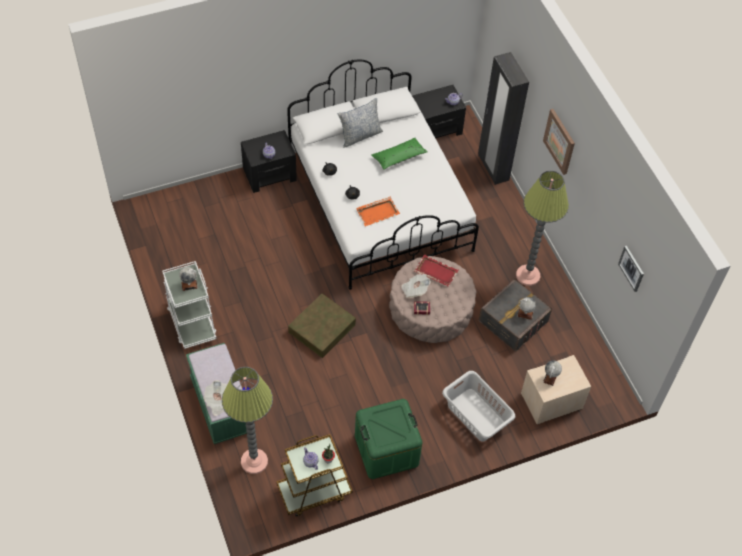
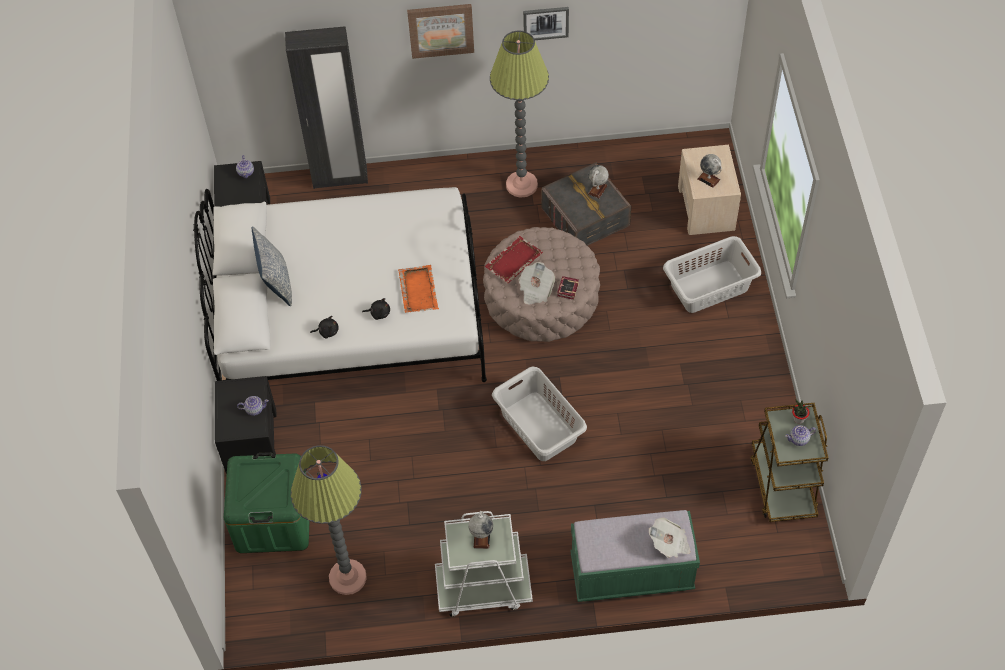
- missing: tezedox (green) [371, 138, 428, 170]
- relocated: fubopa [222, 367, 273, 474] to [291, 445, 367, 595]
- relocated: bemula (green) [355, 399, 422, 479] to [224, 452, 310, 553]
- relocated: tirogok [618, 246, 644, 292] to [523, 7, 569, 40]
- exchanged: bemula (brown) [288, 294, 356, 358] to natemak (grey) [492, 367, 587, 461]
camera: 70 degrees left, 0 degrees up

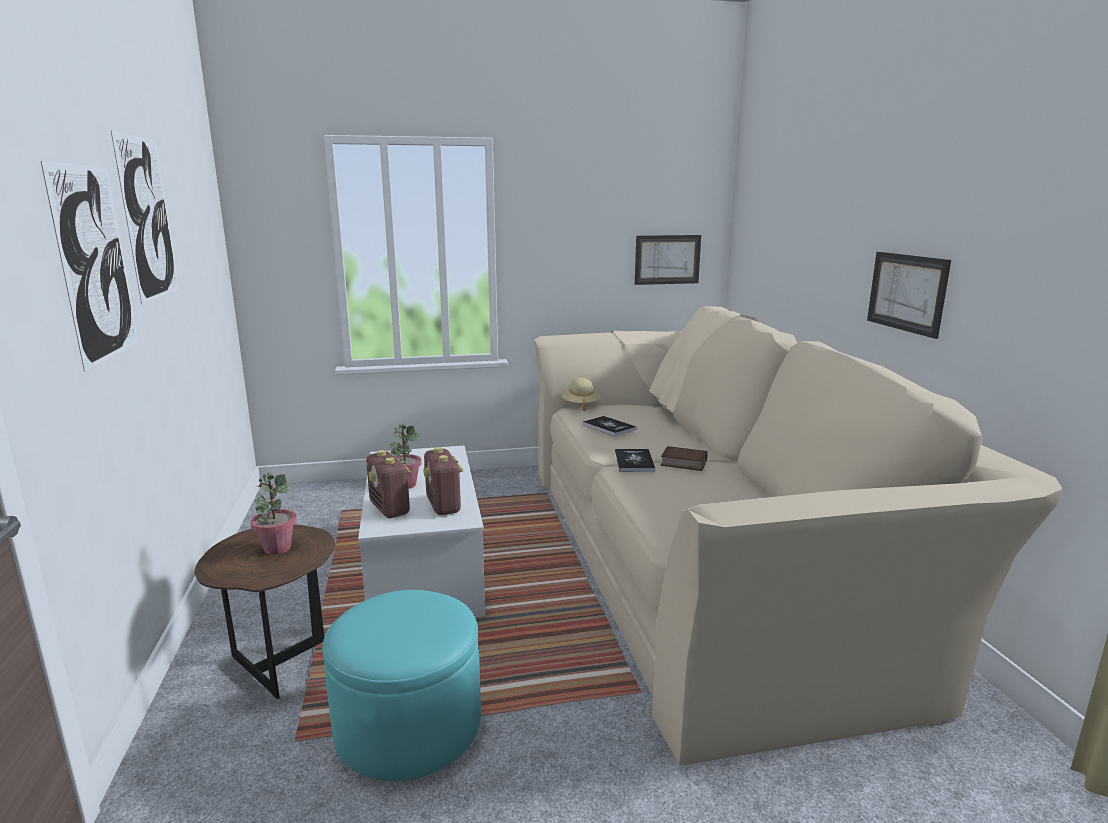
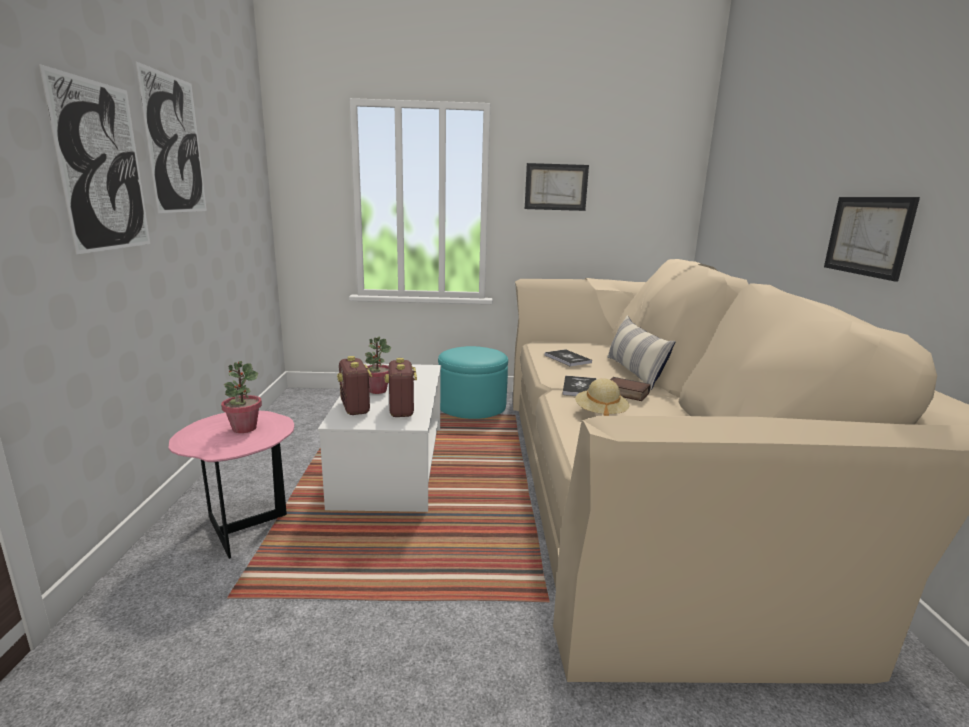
- appeared: tezedox [607, 315, 675, 390]
- relocated: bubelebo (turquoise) [322, 590, 481, 781] to [438, 346, 508, 419]
- relocated: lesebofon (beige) [561, 378, 601, 411] to [575, 378, 629, 416]
- relocated: tirogok [635, 235, 701, 285] to [525, 163, 589, 211]
- colour: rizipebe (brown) [194, 524, 335, 699] to rizipebe (pink) [169, 411, 294, 559]
camera: 10 degrees right, 0 degrees up

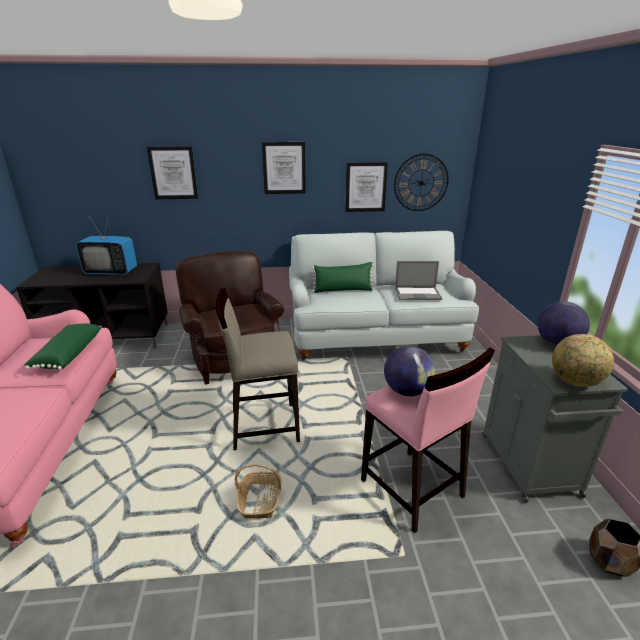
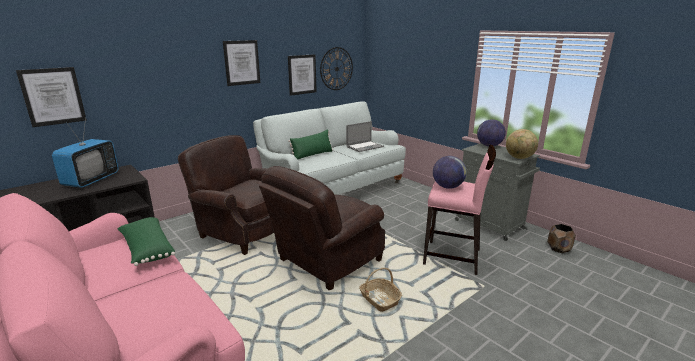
- relocated: tirogok [147, 146, 198, 199] to [16, 67, 87, 127]
- exchanged: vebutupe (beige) [216, 288, 300, 450] to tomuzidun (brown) [259, 166, 385, 290]
- spun: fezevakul [76, 215, 137, 275] = [52, 117, 119, 188] 45 degrees counterclockwise
camera: 35 degrees left, 5 degrees down

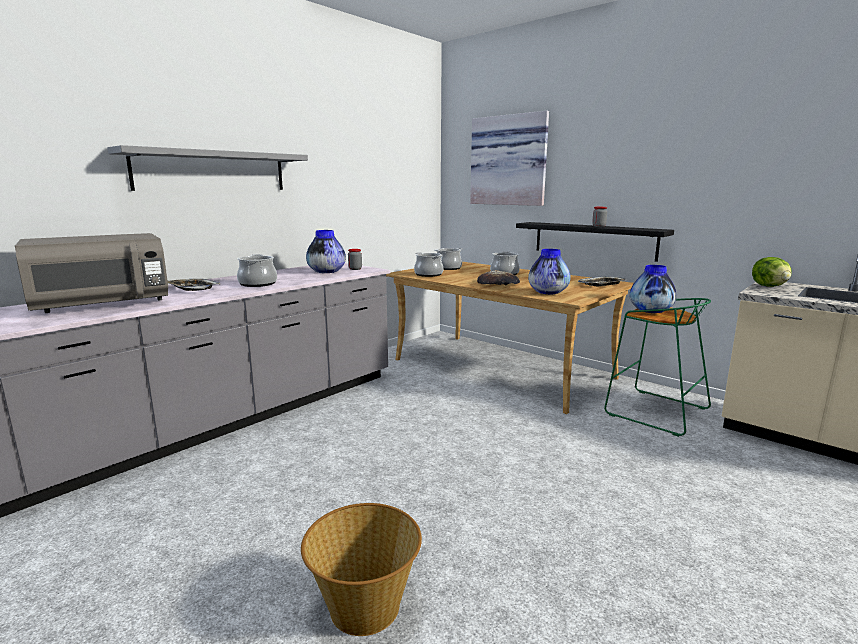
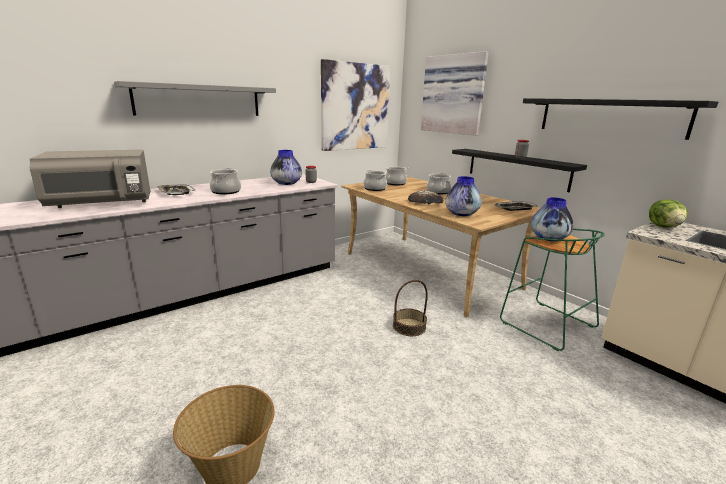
- appeared: tirogok [321, 59, 390, 151]
- appeared: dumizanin [393, 280, 428, 336]
- appeared: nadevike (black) [523, 98, 718, 140]
camera: 10 degrees right, 5 degrees up

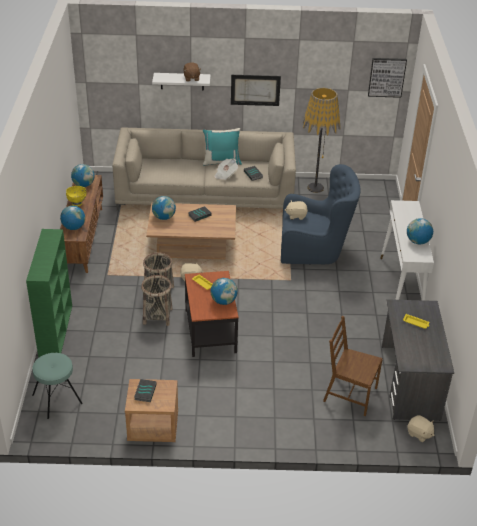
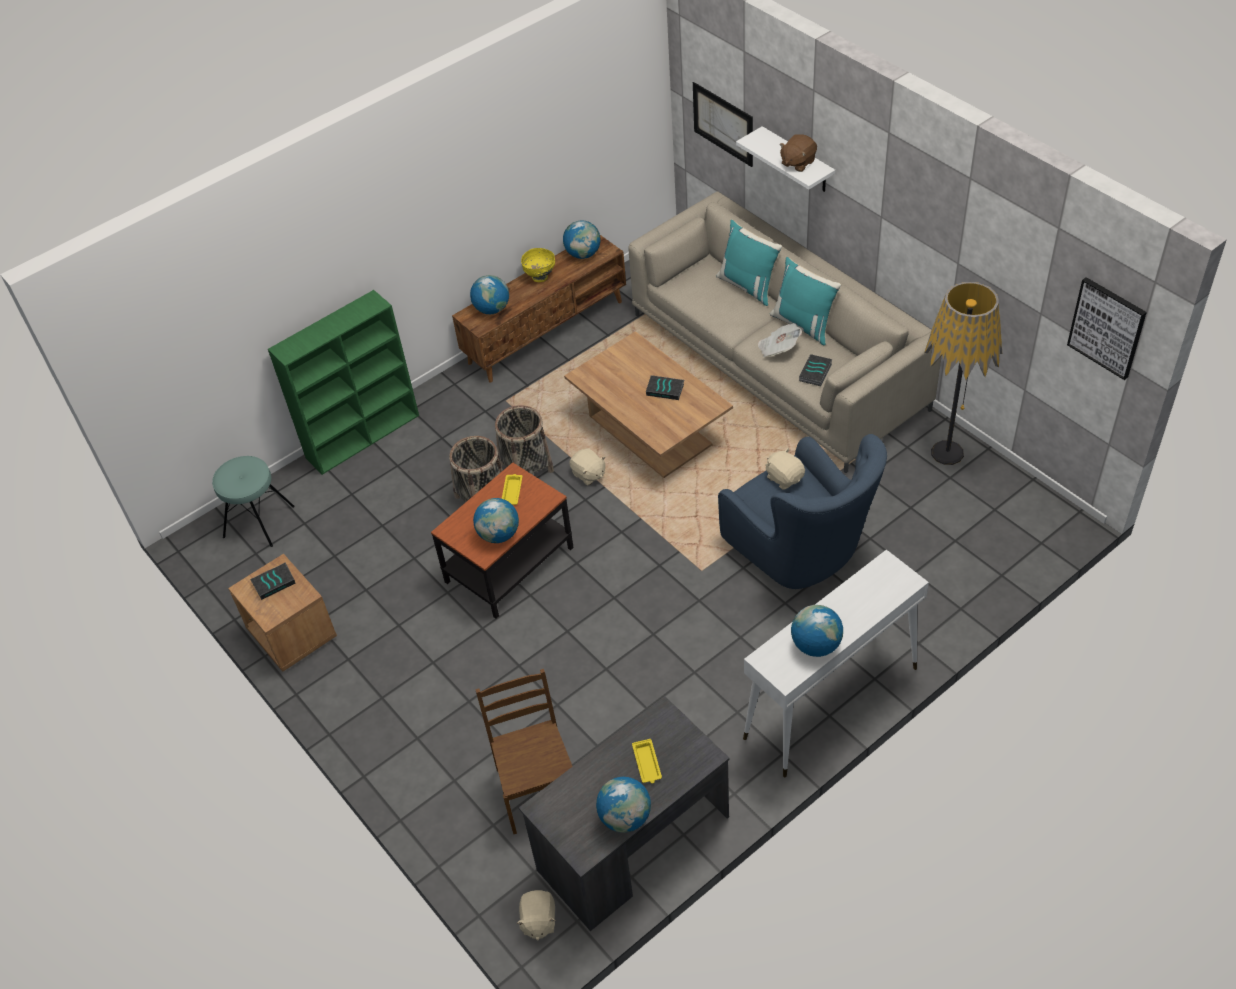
- appeared: tezedox (turquoise) [716, 220, 782, 306]
- relocated: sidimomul [152, 196, 176, 220] to [596, 777, 651, 833]
- relocated: tirogok [231, 75, 281, 106] to [693, 82, 753, 167]
camera: 55 degrees right, 10 degrees up

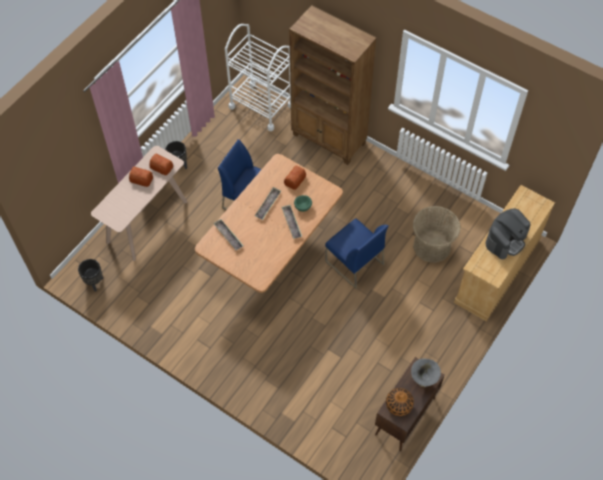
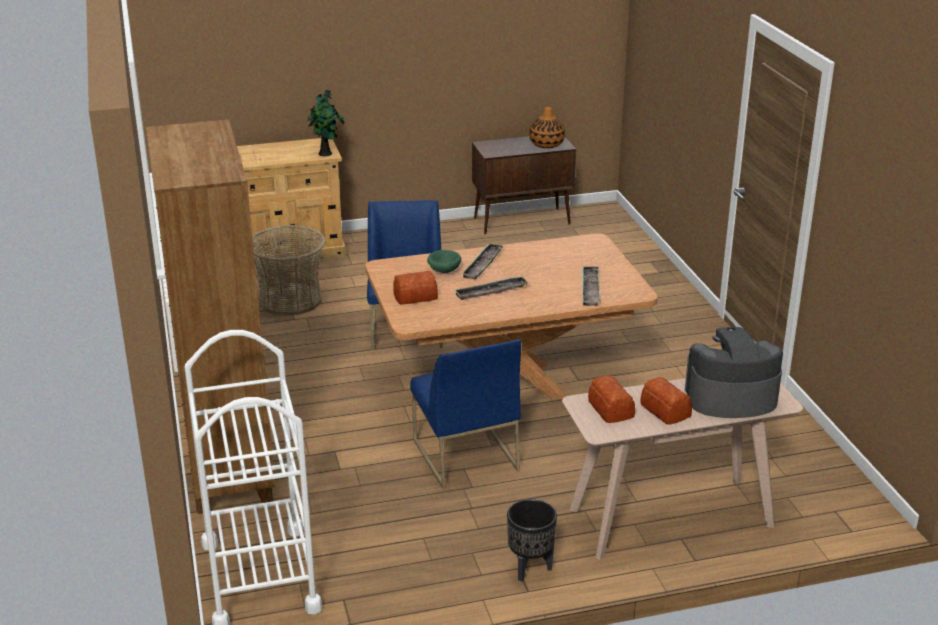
- missing: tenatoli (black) [78, 259, 103, 292]
- missing: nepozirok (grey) [411, 359, 441, 387]
- appeared: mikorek [307, 90, 344, 156]
- relocated: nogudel [485, 208, 530, 259] to [685, 327, 783, 418]
camera: 140 degrees left, 30 degrees down

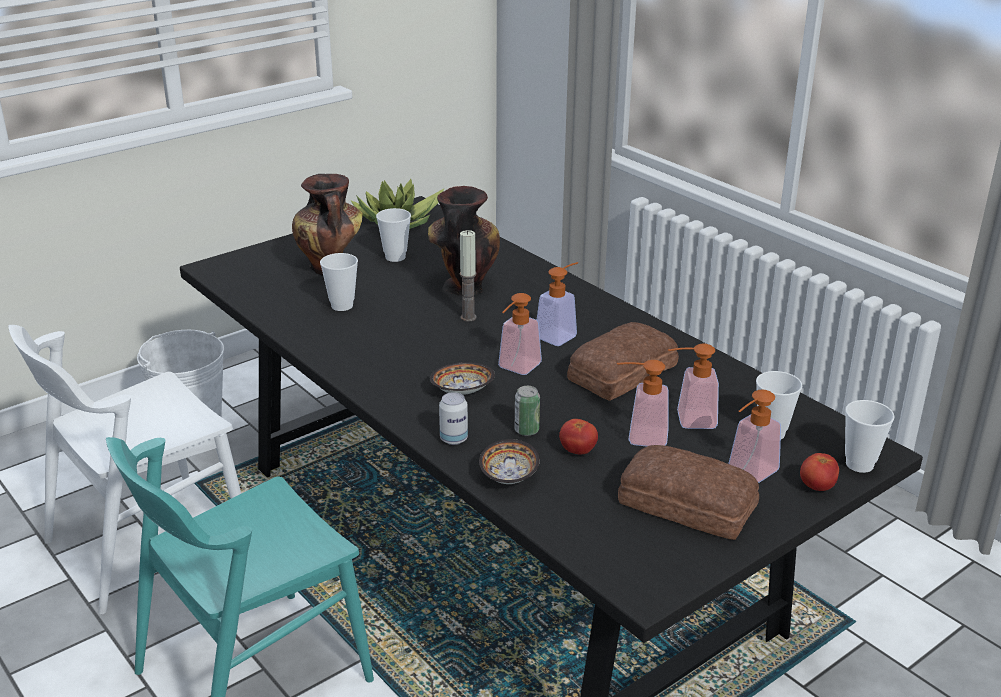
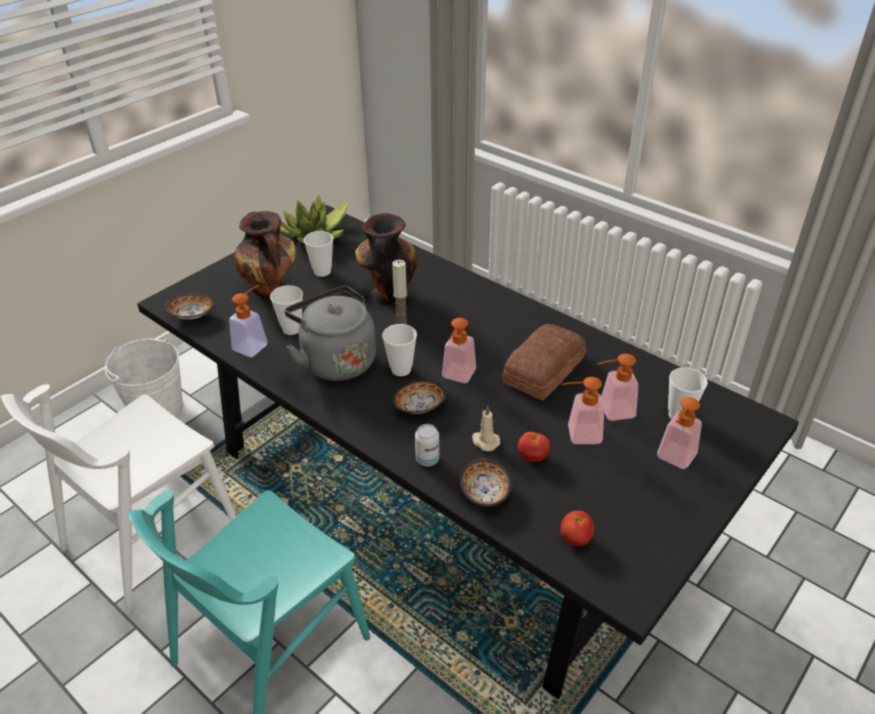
- missing: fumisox [618, 445, 759, 540]
- appeared: nepozirok [165, 293, 214, 319]
- appeared: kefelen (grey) [285, 286, 376, 381]
- relocated: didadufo [537, 262, 578, 346] to [229, 285, 268, 357]
- relocated: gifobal [800, 453, 839, 491] to [560, 511, 594, 546]
- relocated: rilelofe [845, 400, 895, 473] to [382, 324, 417, 376]
- exchanged: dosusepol [515, 386, 540, 436] to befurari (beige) [472, 406, 500, 451]
camera: 10 degrees left, 10 degrees up

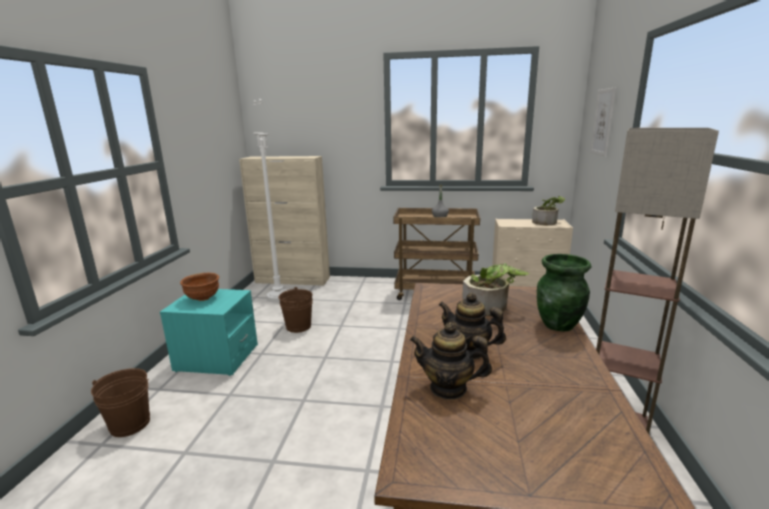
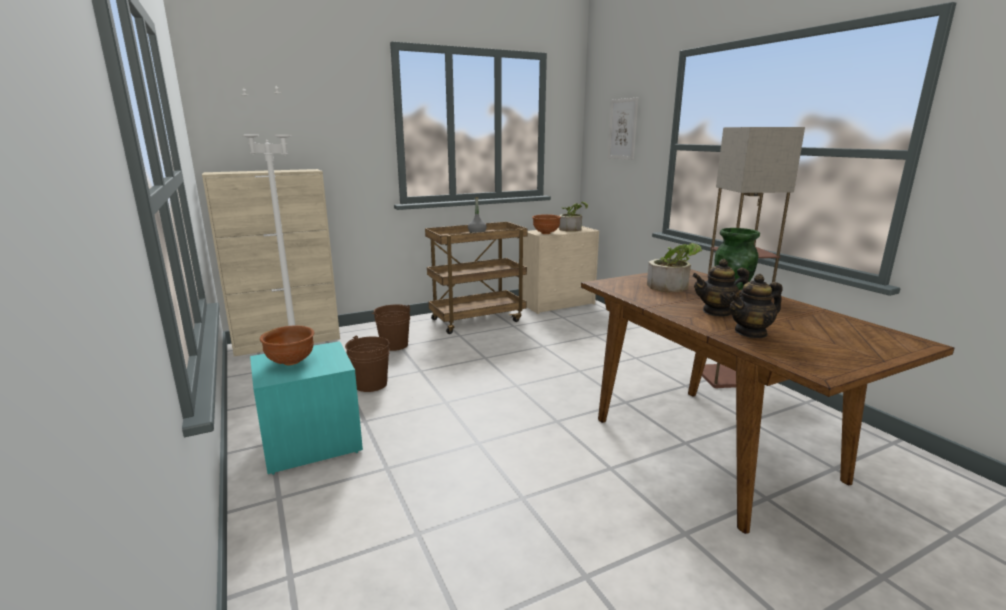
- appeared: nepozirok (brown) [532, 214, 561, 234]
- relocated: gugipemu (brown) [91, 368, 150, 437] to [372, 304, 410, 351]
camera: 35 degrees left, 0 degrees up

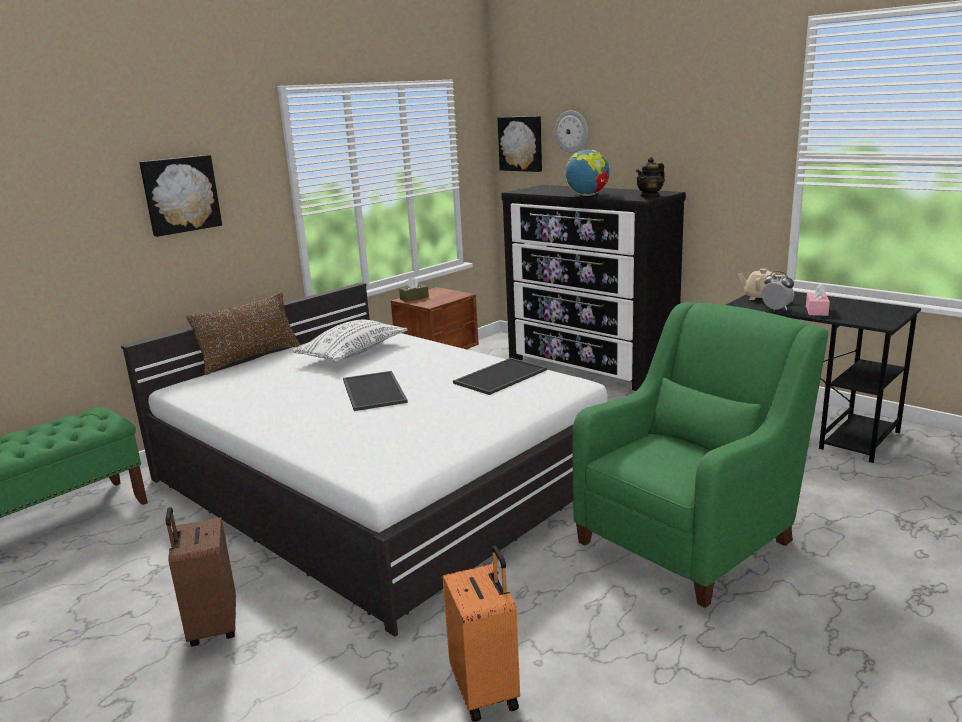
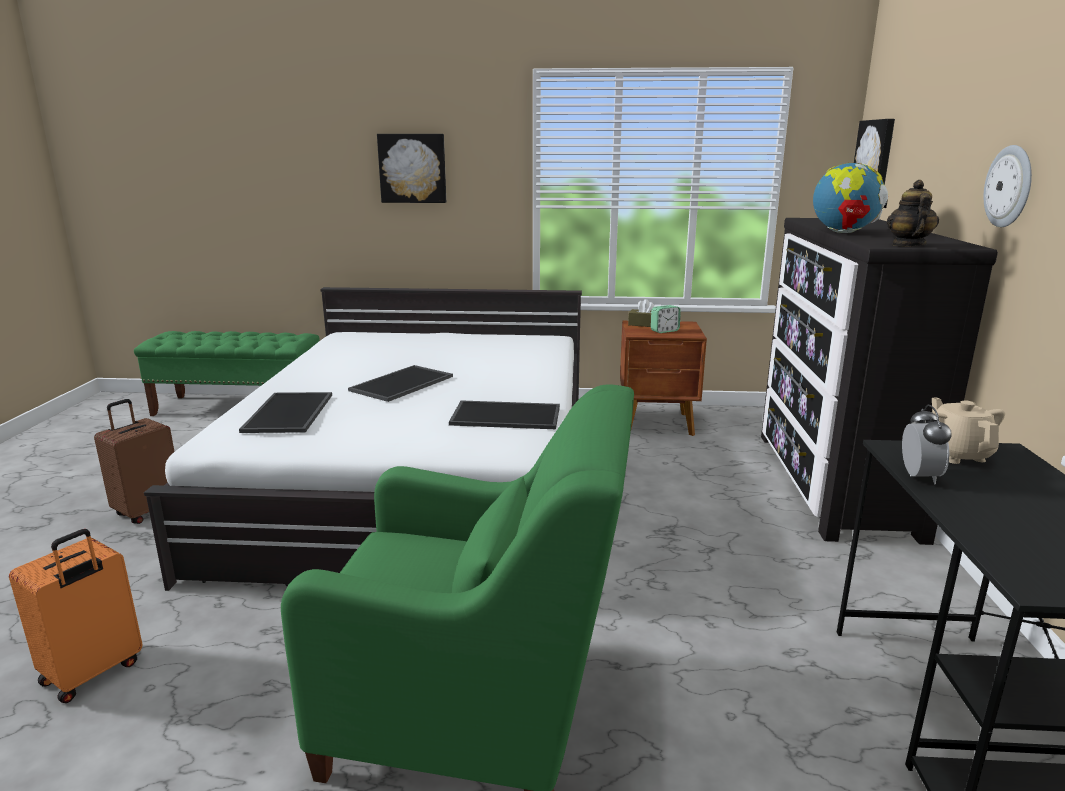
- missing: tezedox (brown) [186, 292, 300, 375]
- missing: tezedox (white) [292, 320, 407, 362]
- missing: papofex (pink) [806, 284, 830, 316]
- appeared: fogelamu [239, 392, 332, 433]
- appeared: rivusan [651, 305, 681, 333]
- relocated: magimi [555, 110, 588, 153] to [984, 145, 1032, 227]
- spun: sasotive [636, 157, 665, 198] = [887, 180, 939, 246] 90 degrees clockwise
camera: 50 degrees right, 0 degrees up

